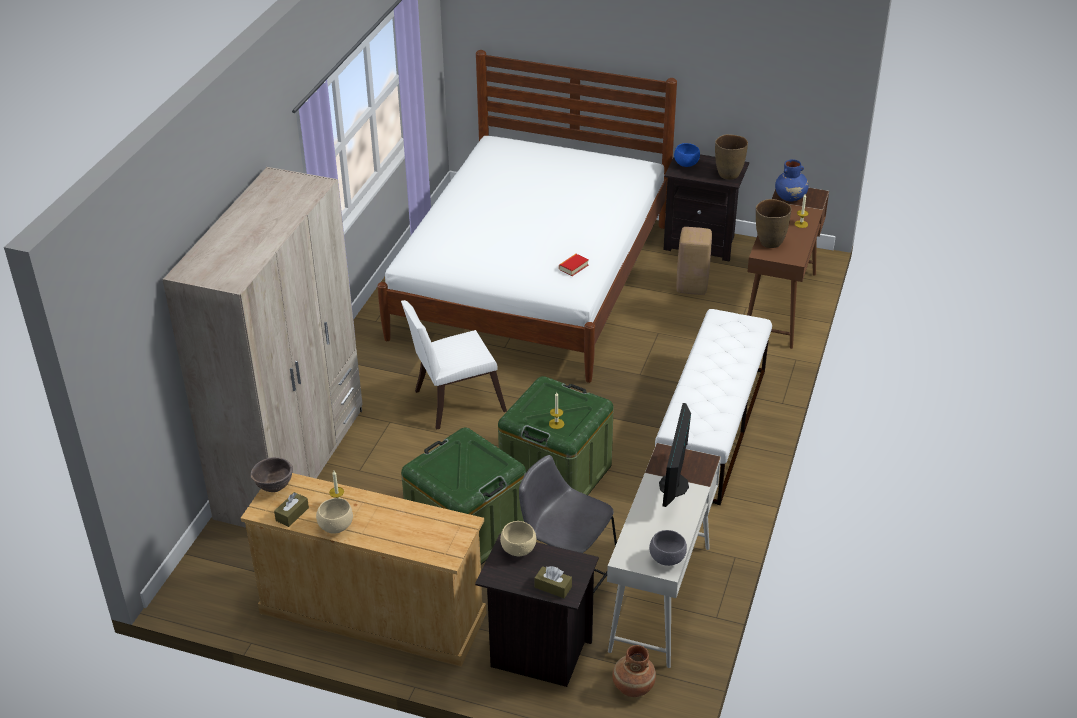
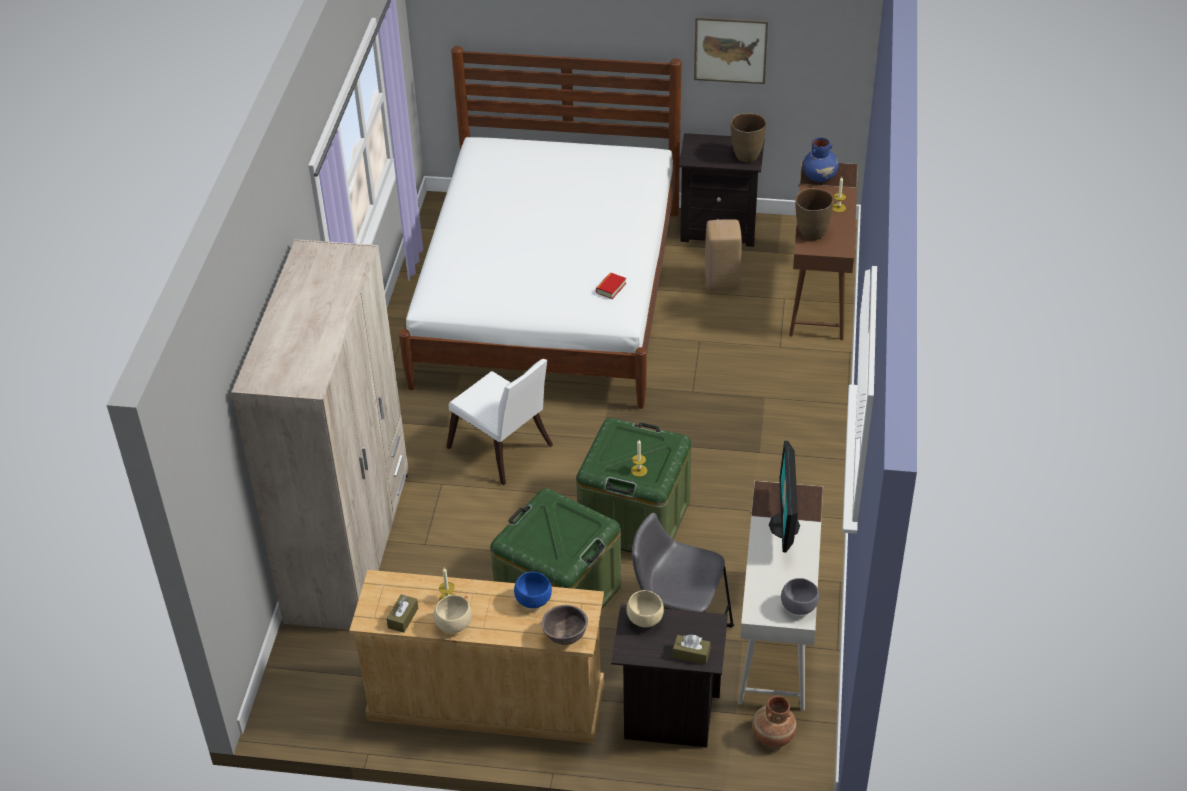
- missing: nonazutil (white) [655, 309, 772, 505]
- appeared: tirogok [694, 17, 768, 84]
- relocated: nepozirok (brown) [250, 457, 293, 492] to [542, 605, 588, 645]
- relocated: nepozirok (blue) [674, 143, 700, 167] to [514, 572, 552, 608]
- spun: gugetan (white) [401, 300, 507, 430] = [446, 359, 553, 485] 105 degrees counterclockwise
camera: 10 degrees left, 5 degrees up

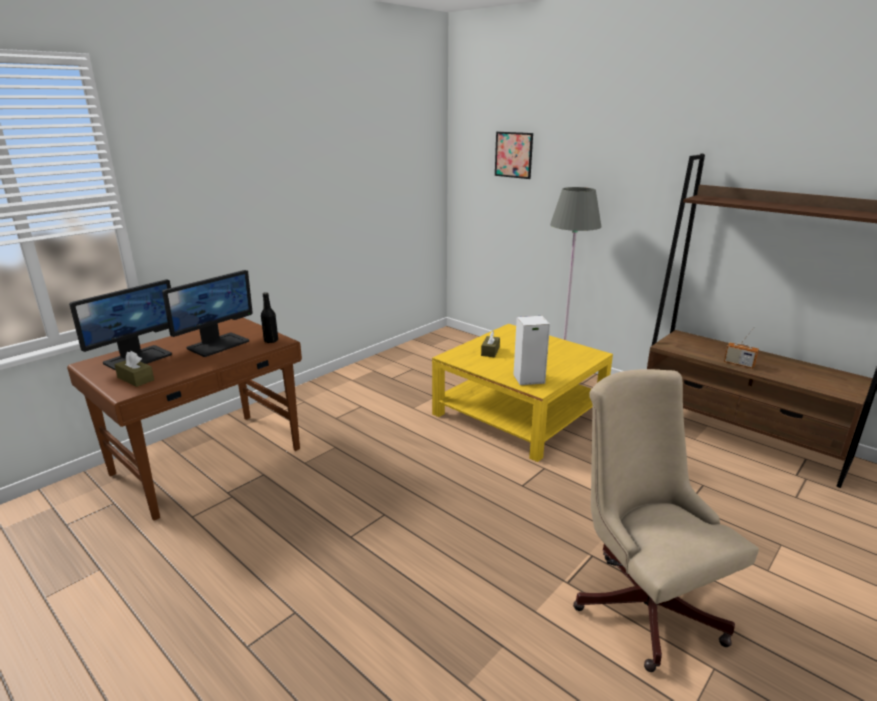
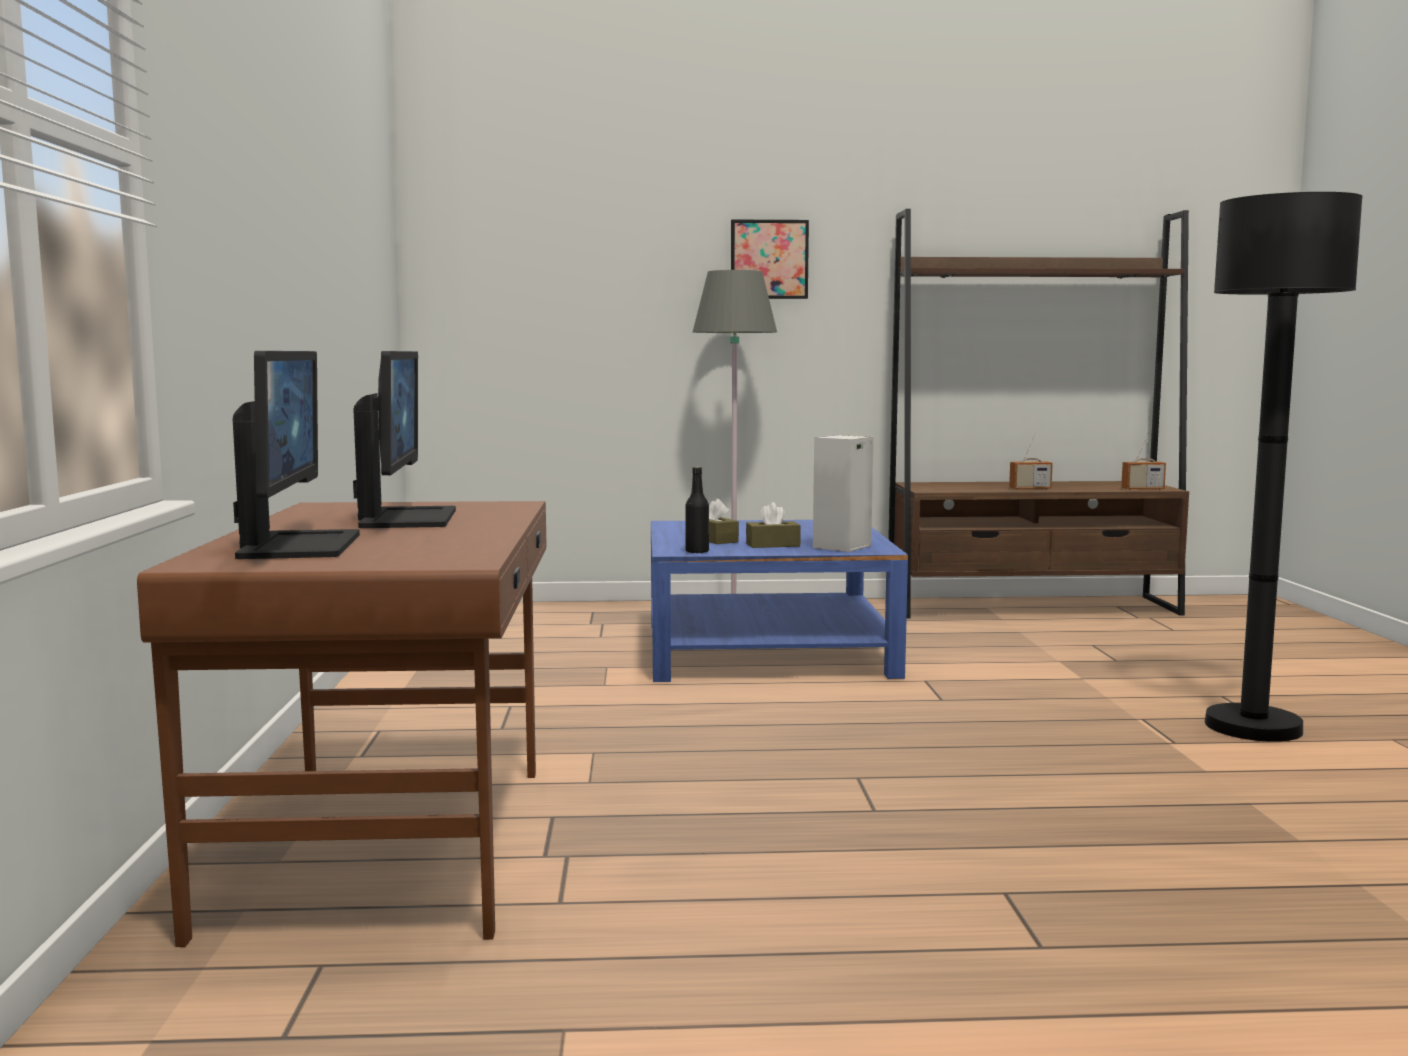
- appeared: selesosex [1121, 432, 1166, 490]
- relocated: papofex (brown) [114, 351, 154, 387] to [746, 502, 801, 548]
- relocated: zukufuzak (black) [261, 292, 278, 343] to [685, 467, 709, 553]
- relocated: tirogok [495, 132, 533, 179] to [731, 220, 809, 299]
- exchanged: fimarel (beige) [573, 369, 759, 672] to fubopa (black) [1205, 192, 1363, 742]
- colour: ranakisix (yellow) [432, 324, 613, 462] to ranakisix (blue) [651, 520, 908, 682]
camera: 45 degrees left, 15 degrees down

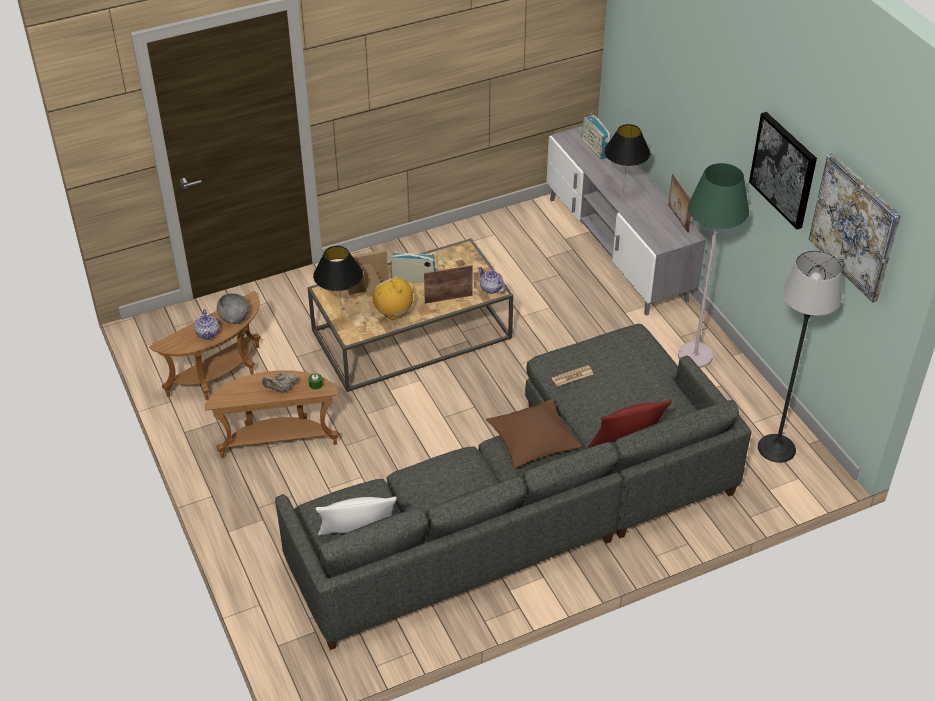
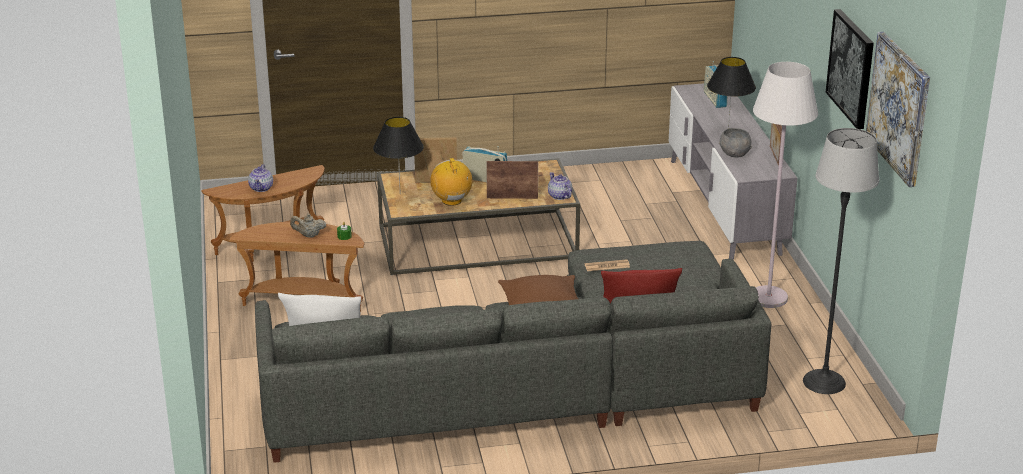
- relocated: nepozirok (grey) [217, 293, 250, 324] to [719, 128, 752, 158]
- colour: fubopa (green) [678, 163, 749, 368] to fubopa (white) [753, 62, 818, 308]
camera: 15 degrees right, 15 degrees down

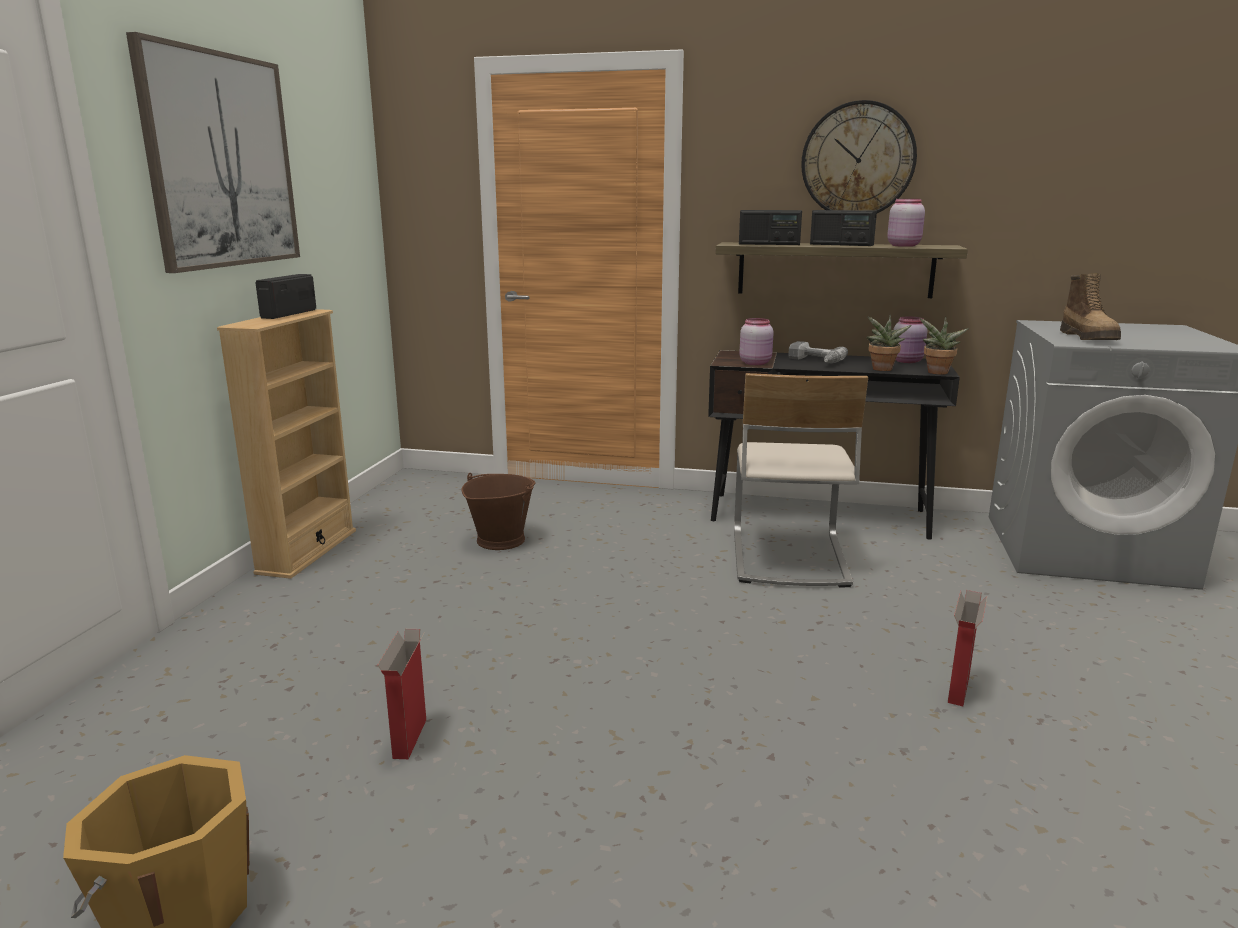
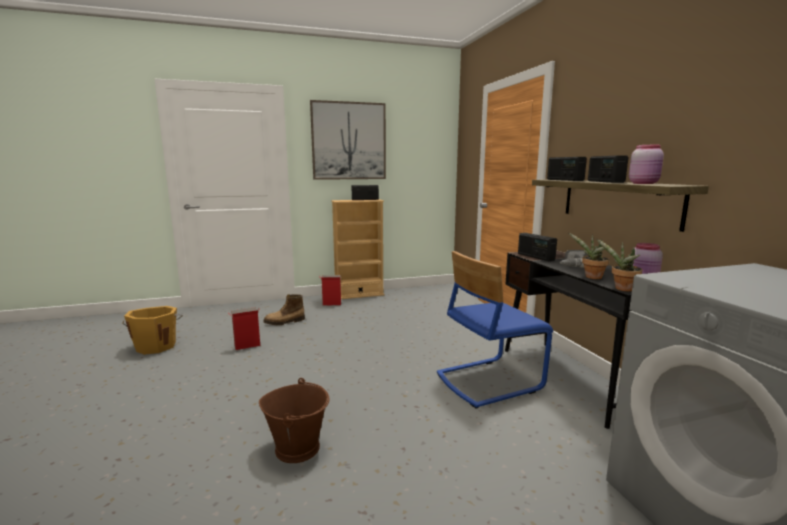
- missing: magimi [801, 100, 917, 213]
- relocated: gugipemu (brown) [462, 473, 536, 550] to [259, 378, 330, 463]
- relocated: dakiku [948, 590, 987, 706] to [319, 275, 342, 306]
- relocated: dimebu [1060, 273, 1121, 340] to [263, 294, 305, 325]
- exchanged: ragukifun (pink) [739, 318, 774, 365] to selesosex [518, 233, 557, 261]
- colour: gugetan (beige) [734, 373, 868, 588] to gugetan (blue) [437, 251, 553, 409]
camera: 60 degrees right, 5 degrees down

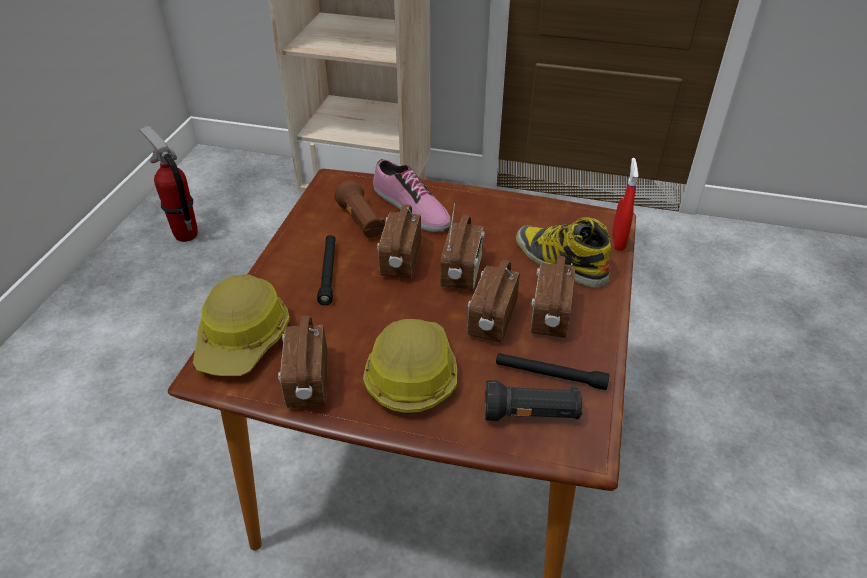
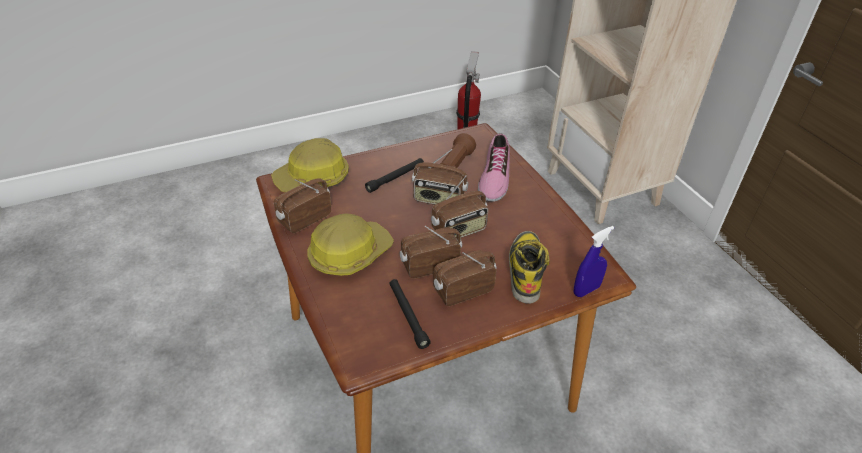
- missing: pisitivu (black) [485, 380, 583, 421]
- colour: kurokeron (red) [612, 158, 638, 251] to kurokeron (blue) [574, 226, 614, 297]
- spun: selesosex [377, 204, 421, 278] = [412, 149, 468, 205] 135 degrees counterclockwise
camera: 50 degrees right, 0 degrees up

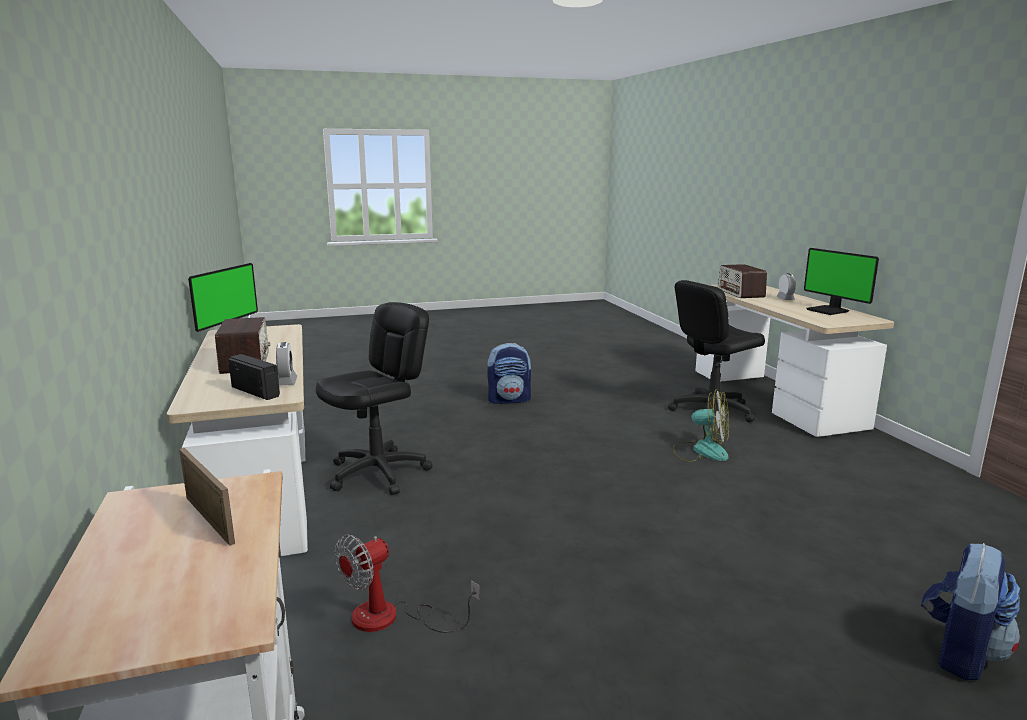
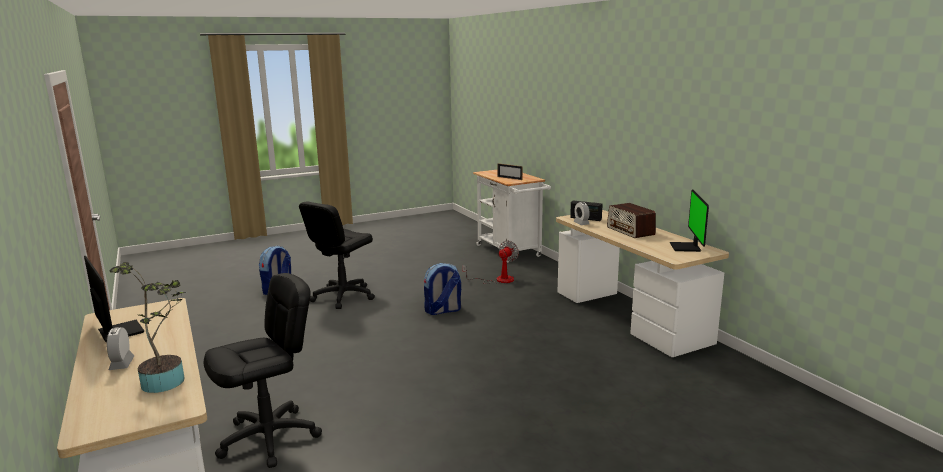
- missing: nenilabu [673, 389, 729, 462]
- relocated: fimarel (black) [316, 302, 432, 495] to [299, 201, 375, 309]
- relocated: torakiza [487, 343, 531, 404] to [424, 263, 461, 315]
- exchanged: selesosex [718, 264, 767, 298] to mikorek [109, 262, 186, 393]
camera: 170 degrees right, 0 degrees up

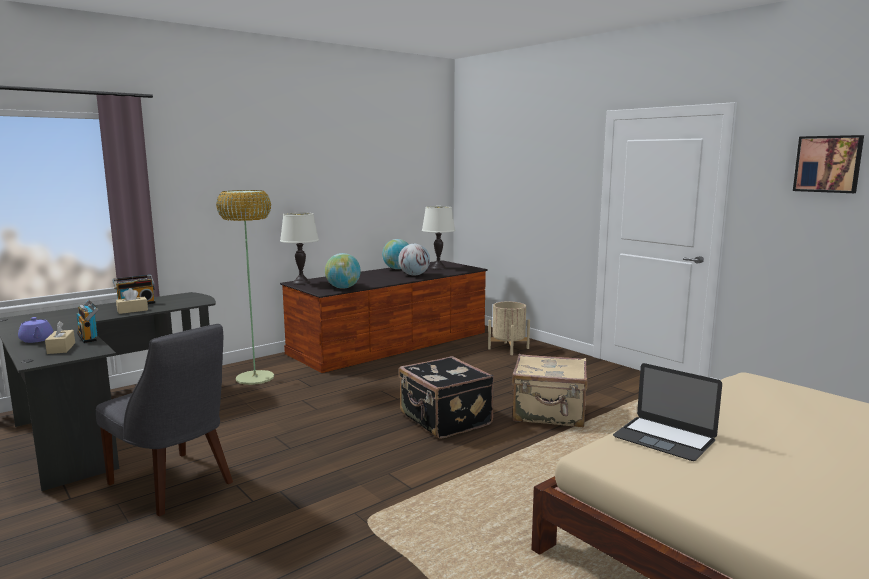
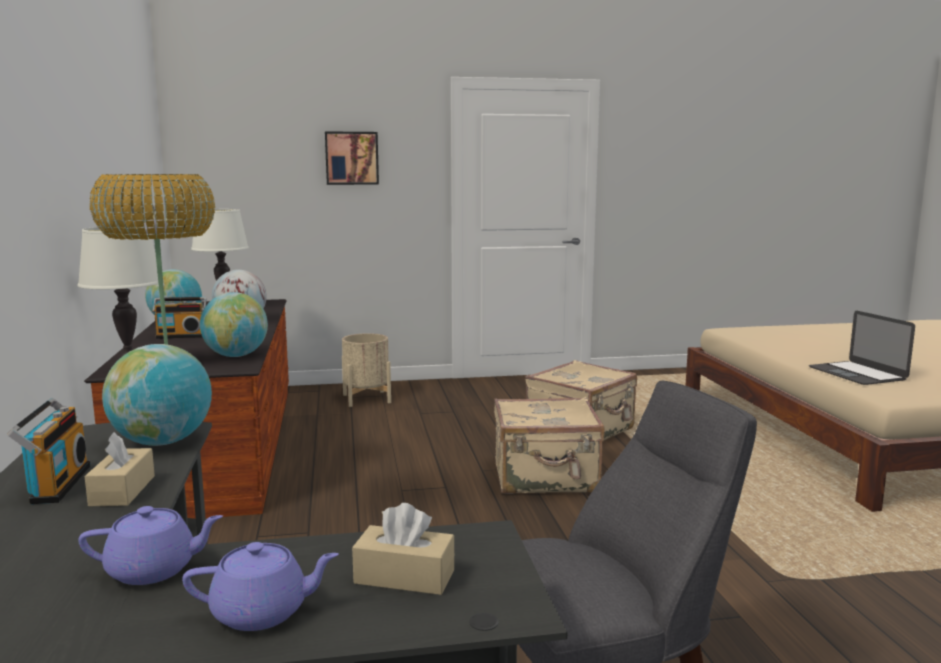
- appeared: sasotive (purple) [78, 506, 223, 585]
- appeared: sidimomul [102, 344, 212, 446]
- relocated: selesosex [76, 300, 98, 343] to [152, 297, 207, 339]
- relocated: tirogok [793, 135, 864, 193] to [325, 131, 379, 185]
- colour: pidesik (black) [399, 356, 494, 439] to pidesik (beige) [494, 397, 605, 494]
- spun: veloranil [613, 363, 722, 461] = [809, 311, 915, 385] 90 degrees clockwise
camera: 60 degrees left, 0 degrees up

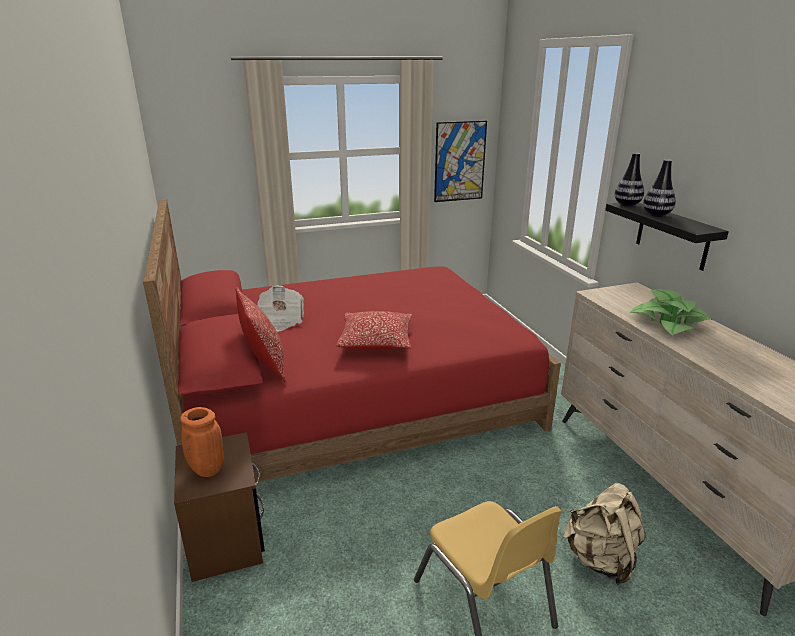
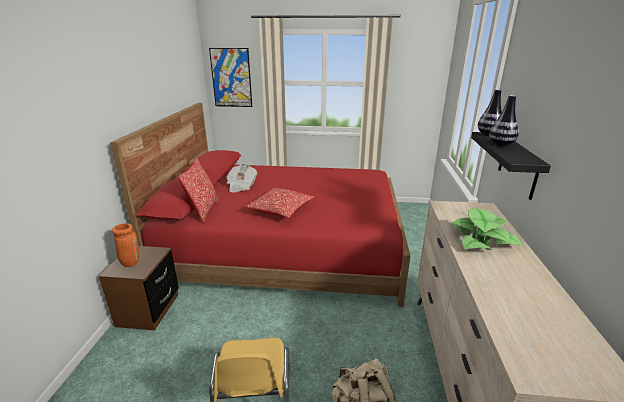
- relocated: tirogok [434, 121, 487, 202] to [209, 48, 252, 107]
camera: 25 degrees right, 0 degrees up

